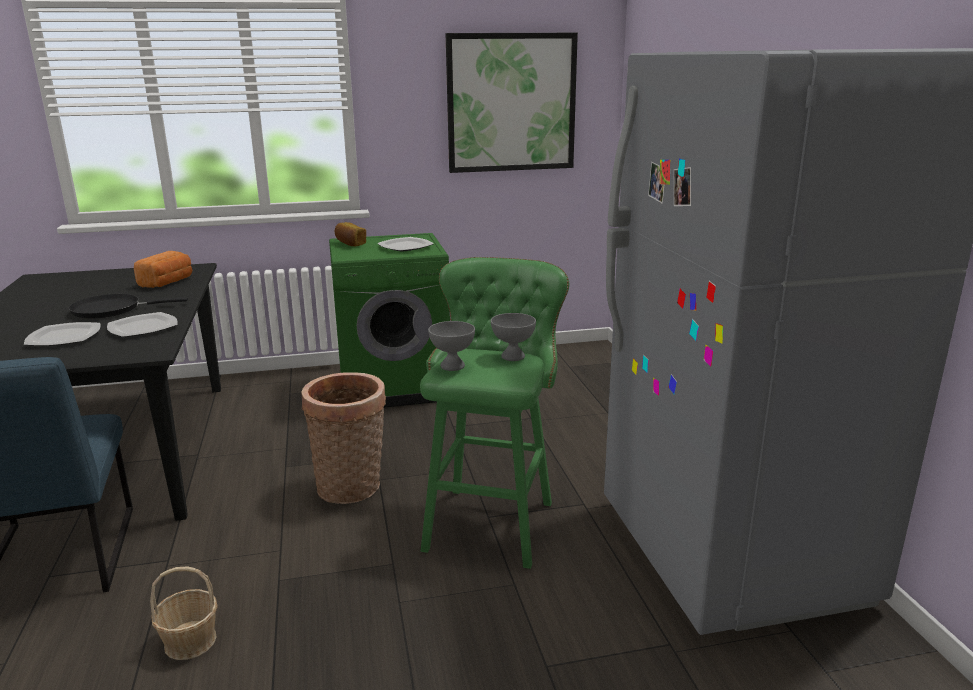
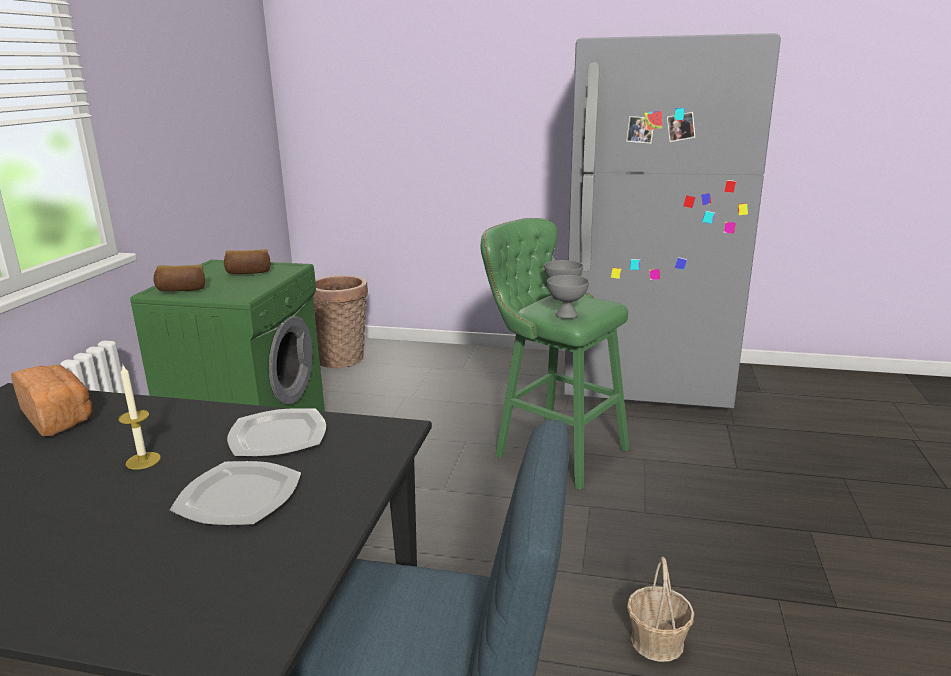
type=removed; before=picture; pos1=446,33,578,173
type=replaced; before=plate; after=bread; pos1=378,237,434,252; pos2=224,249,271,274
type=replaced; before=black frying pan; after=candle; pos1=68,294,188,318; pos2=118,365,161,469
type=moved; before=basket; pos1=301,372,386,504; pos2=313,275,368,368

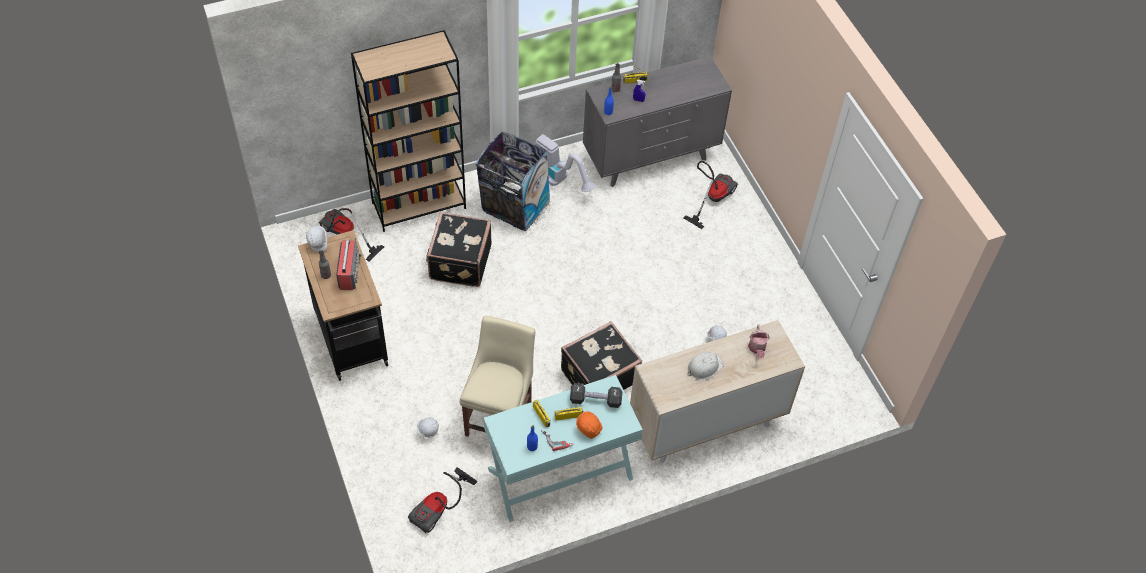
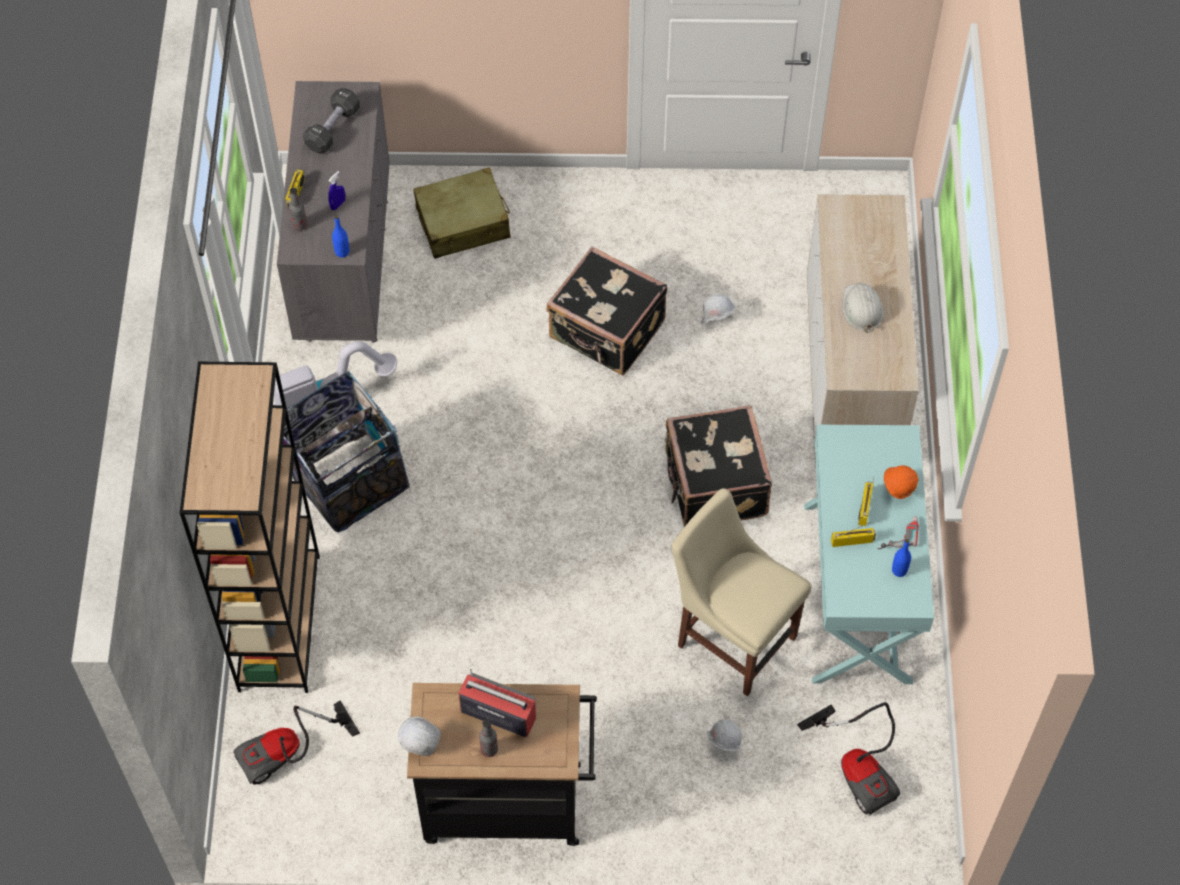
type=replaced; before=vacuum cleaner; after=beige suitcase; pos1=683,161,738,229; pos2=413,167,510,259
type=moved; before=black suitcase; pos1=426,212,492,287; pos2=546,246,668,376
type=removed; before=watering can; pos1=748,324,770,359
type=moved; before=black dumbbell; pos1=570,383,622,408; pos2=303,88,360,153

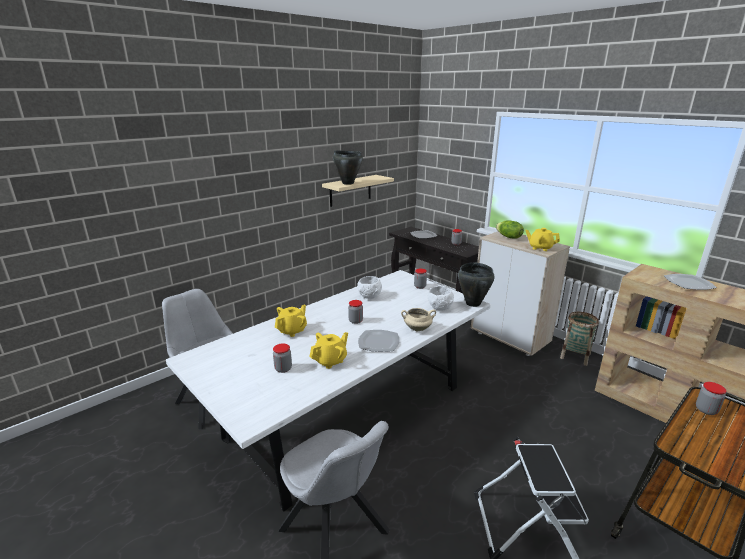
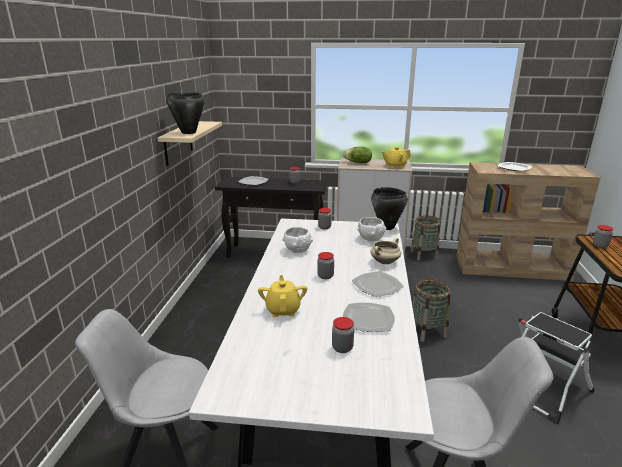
type=replaced; before=yellow teapot; after=plate; pos1=309,332,348,369; pos2=343,303,395,332
type=added; after=basket; pos2=412,279,450,342

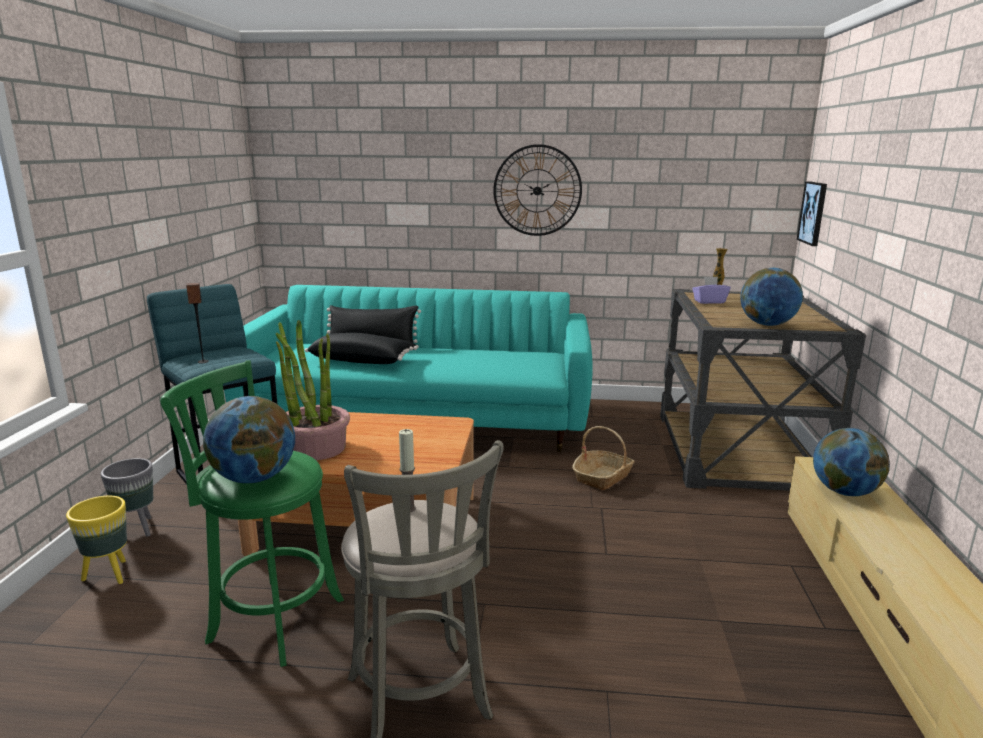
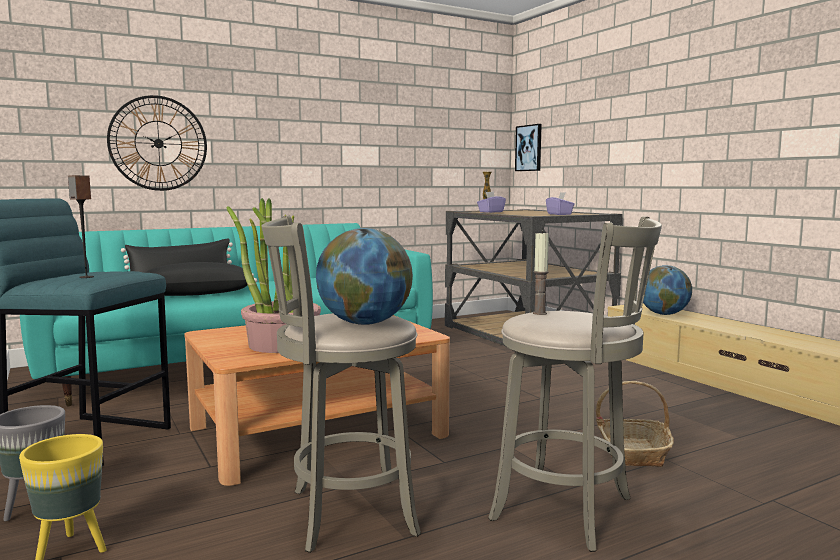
type=moved; before=wall clock; pos1=493,144,582,236; pos2=107,95,207,191
type=replaced; before=globe; after=purple tissue box; pos1=740,268,803,326; pos2=546,192,575,215
type=recoloured; before=green stool; after=grey stool; pos1=160,360,344,667; pos2=261,216,421,553
type=moved; before=basket; pos1=572,426,635,491; pos2=596,381,674,467

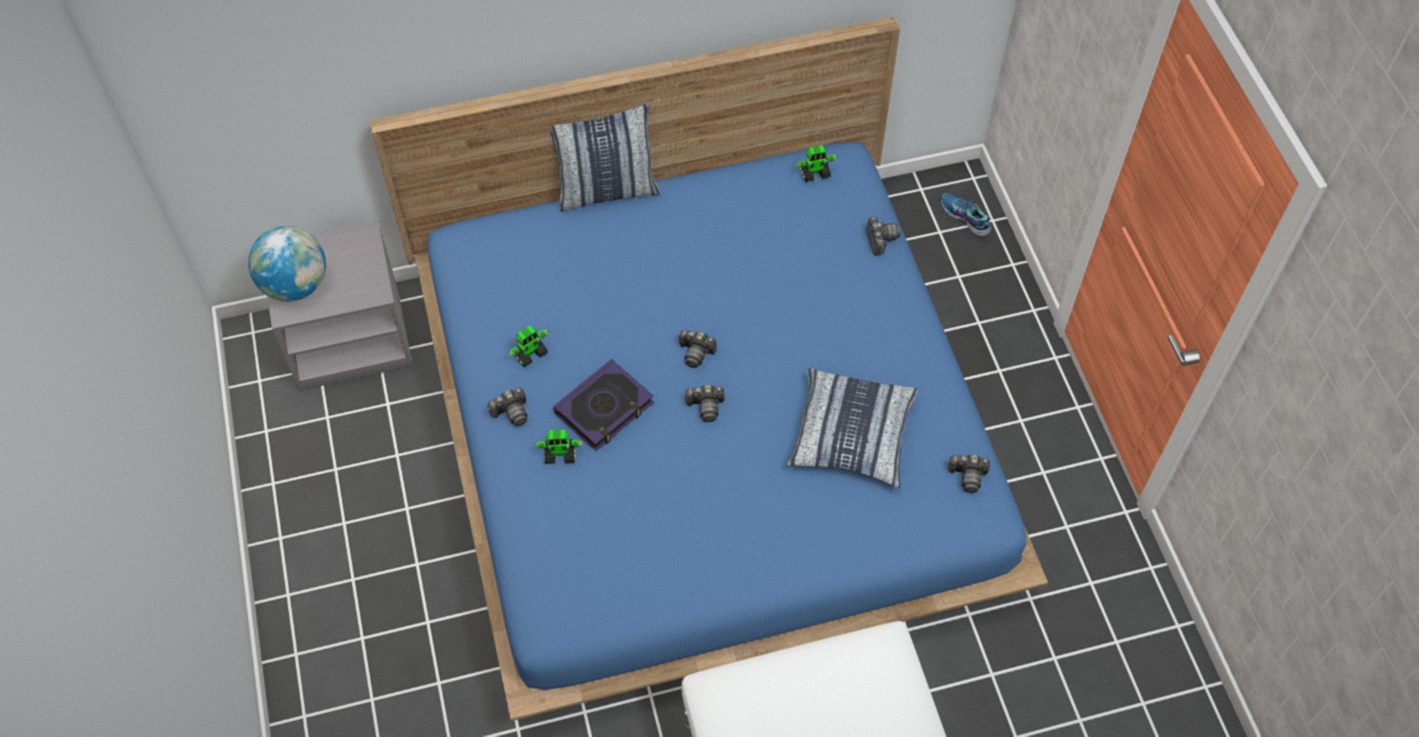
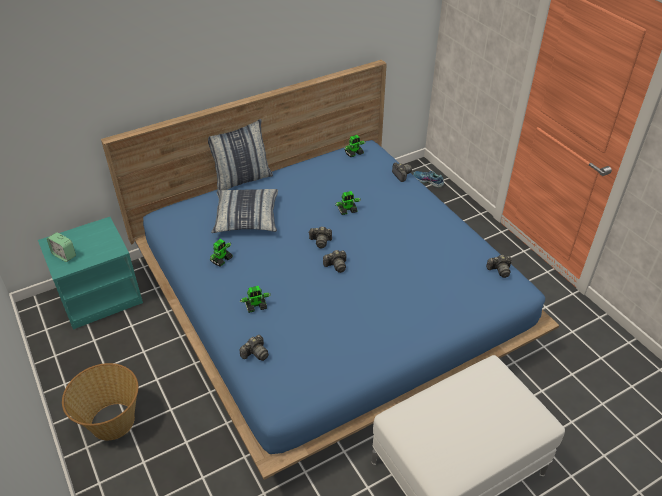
type=recoloured; before=grey nightstand; after=turquoise nightstand; pos1=267,221,413,391; pos2=38,217,143,330
type=replaced; before=globe; after=alarm clock; pos1=248,226,326,301; pos2=47,232,76,262
type=removed; before=book; pos1=554,359,654,451
type=moved; before=pillow; pos1=786,368,918,488; pos2=211,189,278,233
type=moved; before=photo camera; pos1=488,388,527,426; pos2=240,335,269,361
type=added; after=toy robot; pos2=336,191,361,215
type=added; after=basket; pos2=62,363,138,440

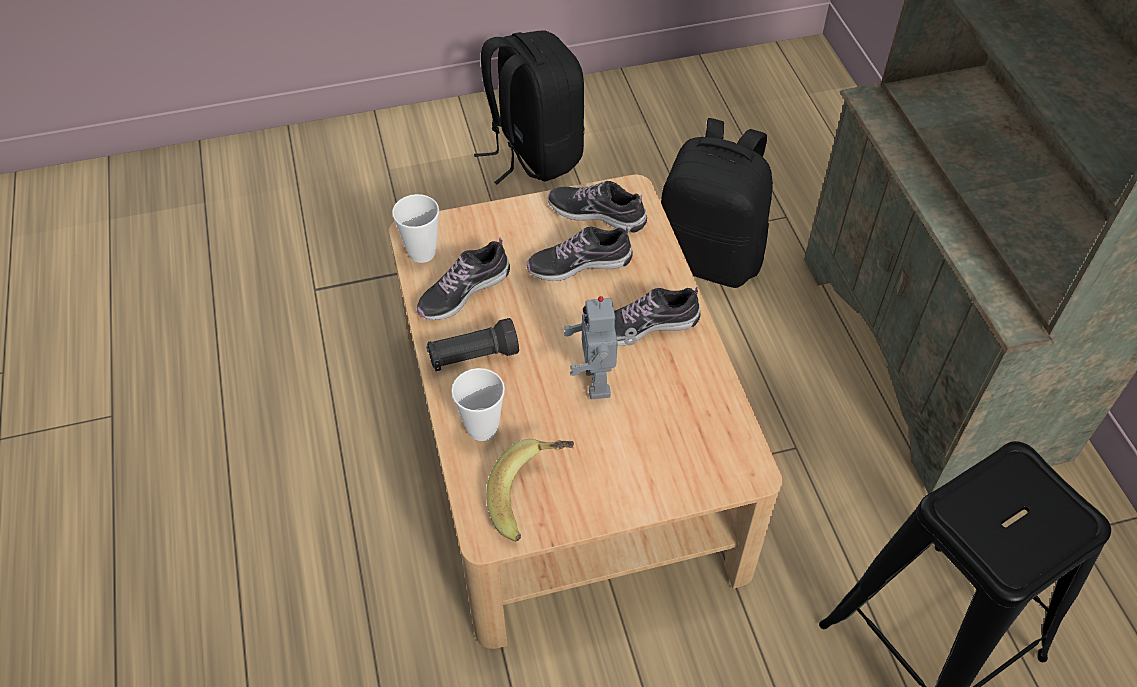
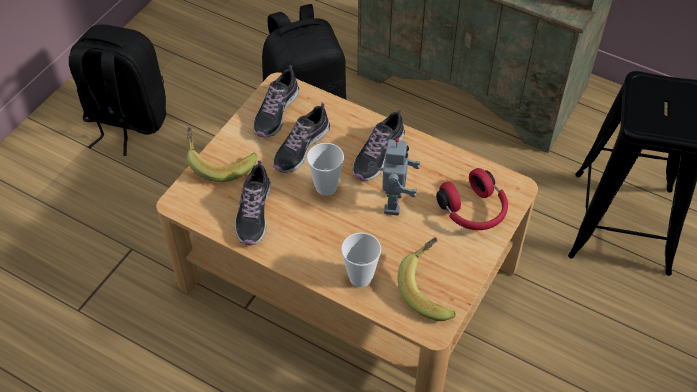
type=turned; before=shoe; pos1=548,181,647,233; pos2=253,65,299,138; turn=-45
type=moved; before=cup; pos1=392,194,439,263; pos2=307,143,344,196
type=turned; before=toy robot; pos1=564,296,637,399; pos2=368,138,420,216; turn=-120
type=removed; before=black flashlight; pos1=426,318,519,371
type=added; after=banana; pos2=187,127,257,182
type=added; after=red headphones; pos2=436,168,508,230

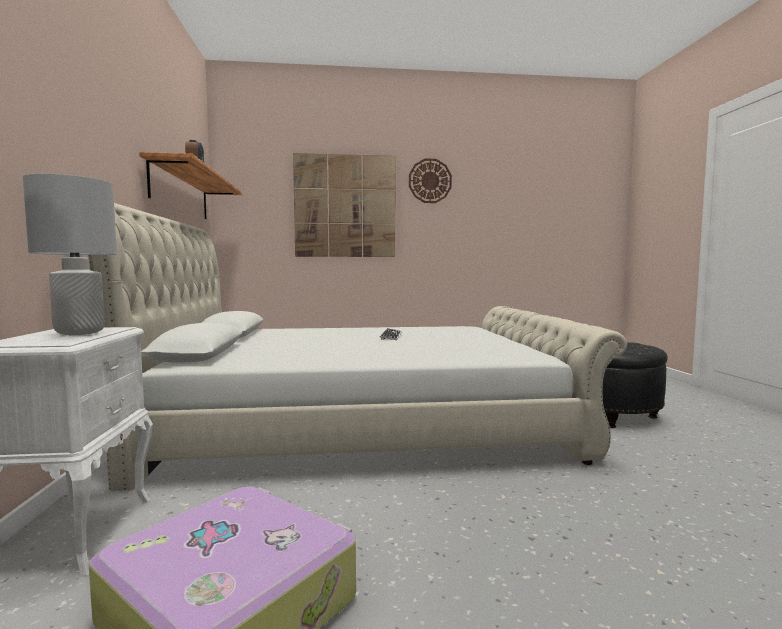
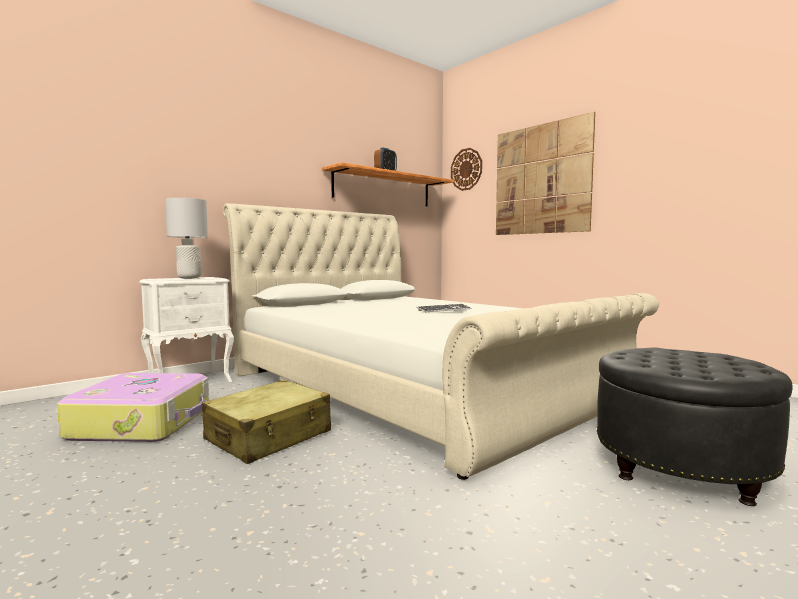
type=moved; before=wall clock; pos1=409,158,452,203; pos2=451,148,482,191
type=added; after=beige suitcase; pos2=202,380,331,464

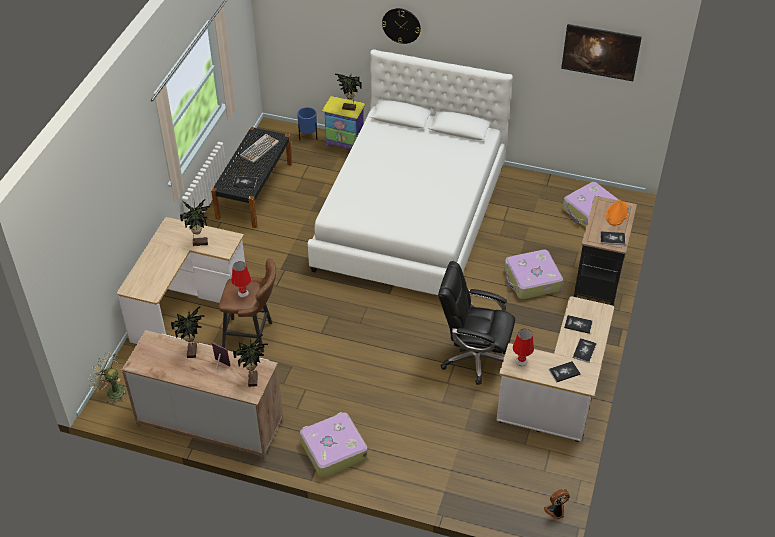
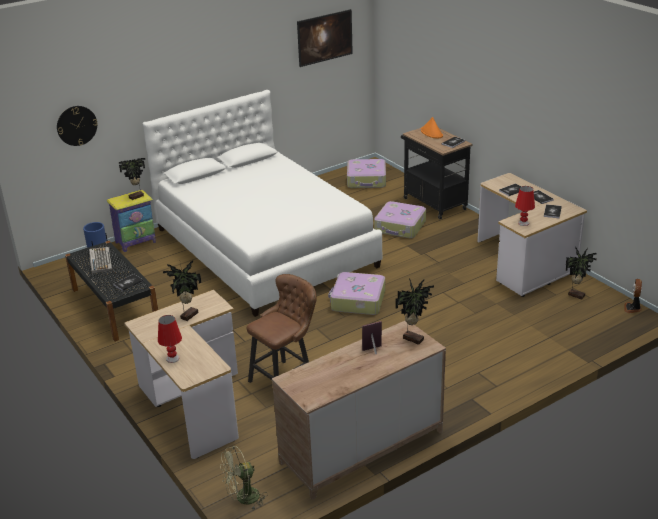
type=moved; before=wall clock; pos1=382,8,421,44; pos2=57,106,98,146
type=moved; before=red table lamp; pos1=231,261,251,298; pos2=158,315,182,363
type=removed; before=black office chair; pos1=438,261,515,385
type=moved; before=potted plant; pos1=171,306,205,358; pos2=566,247,597,300
type=moved; before=suitcase; pos1=300,412,368,478; pos2=328,272,385,315

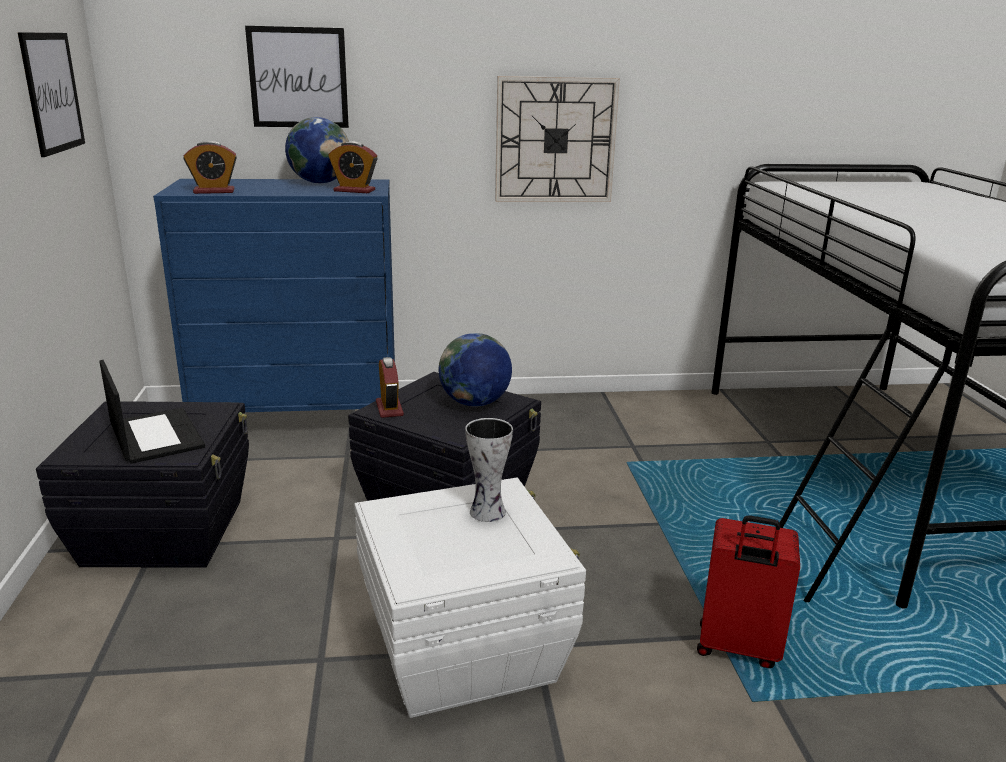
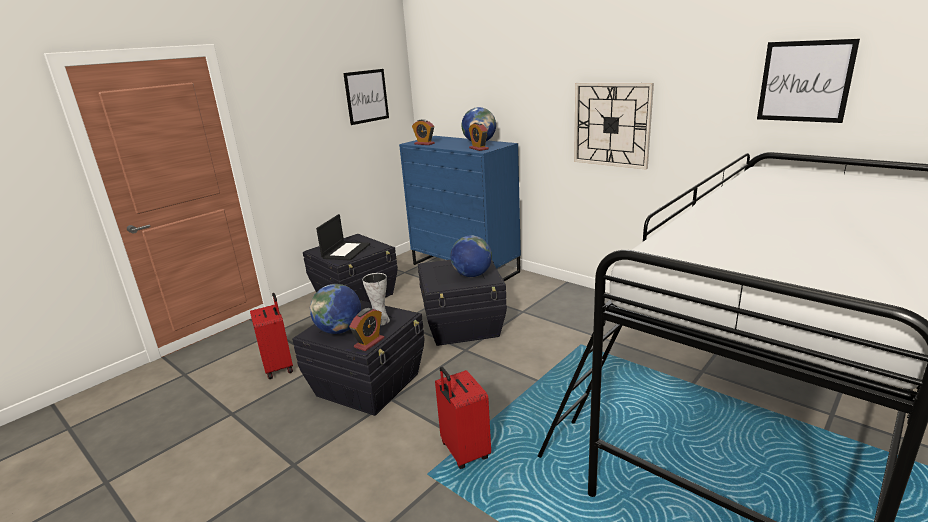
type=moved; before=picture; pos1=245,26,349,128; pos2=757,39,860,123
type=moved; before=alarm clock; pos1=376,357,404,418; pos2=349,308,384,351
type=recoloured; before=white storage box; after=black storage box; pos1=354,478,586,718; pos2=292,300,425,416
type=added; after=globe; pos2=310,284,361,334
type=added; after=red suitcase; pos2=250,293,293,379

